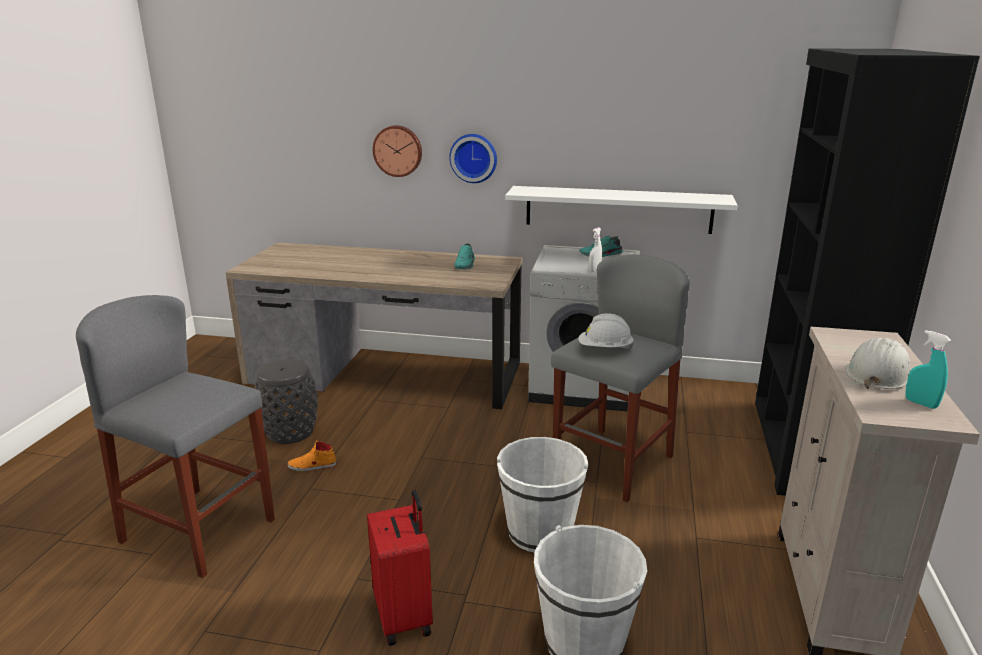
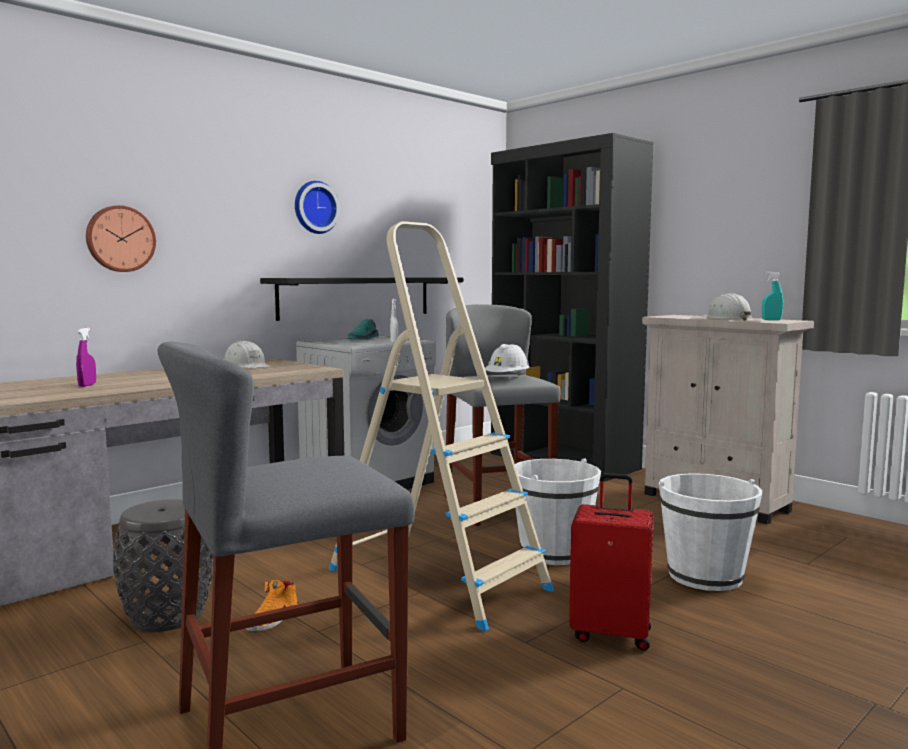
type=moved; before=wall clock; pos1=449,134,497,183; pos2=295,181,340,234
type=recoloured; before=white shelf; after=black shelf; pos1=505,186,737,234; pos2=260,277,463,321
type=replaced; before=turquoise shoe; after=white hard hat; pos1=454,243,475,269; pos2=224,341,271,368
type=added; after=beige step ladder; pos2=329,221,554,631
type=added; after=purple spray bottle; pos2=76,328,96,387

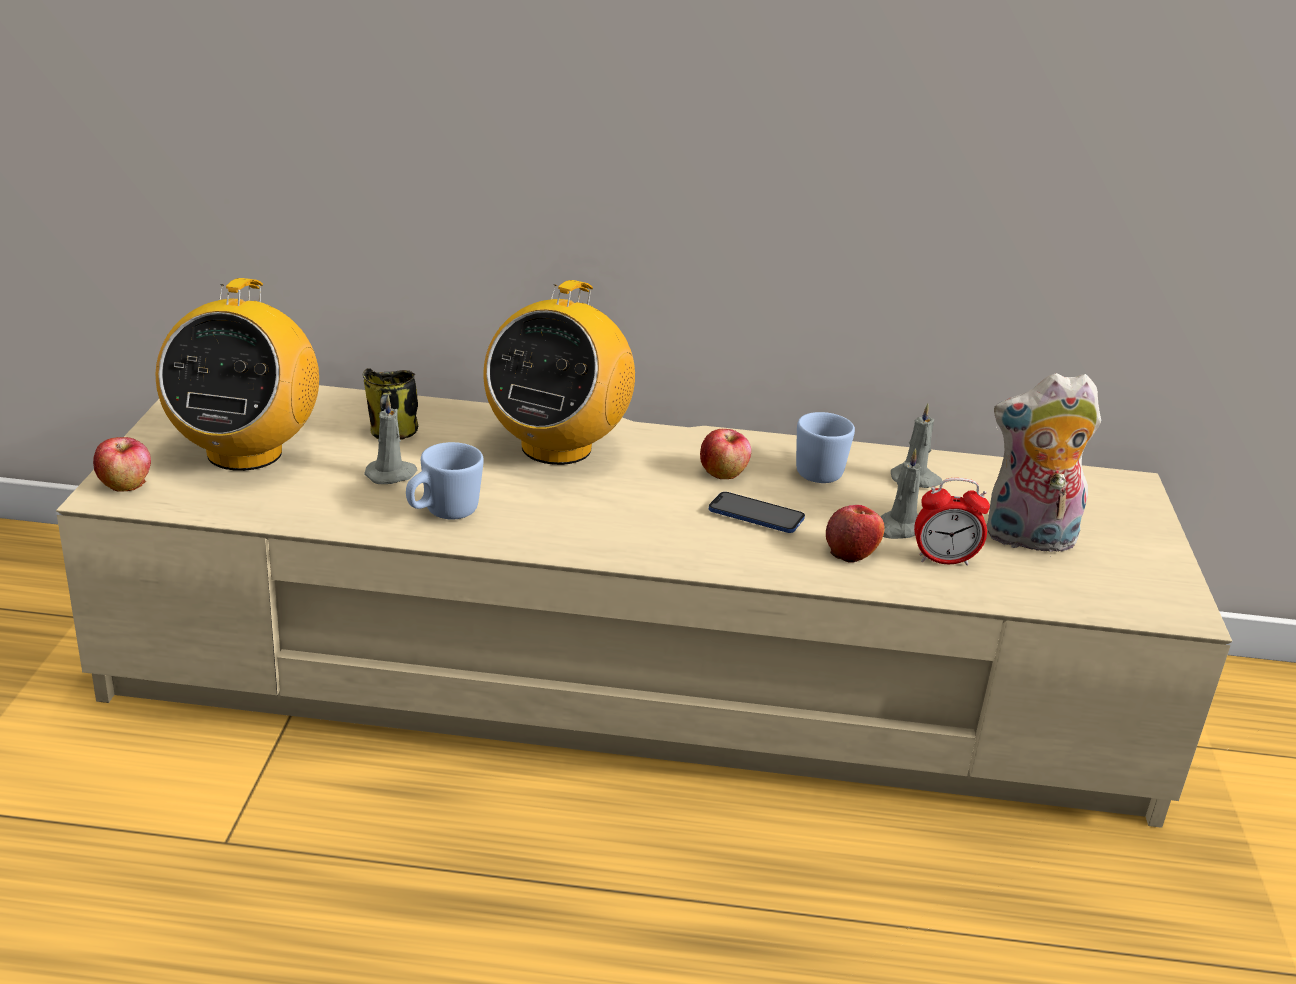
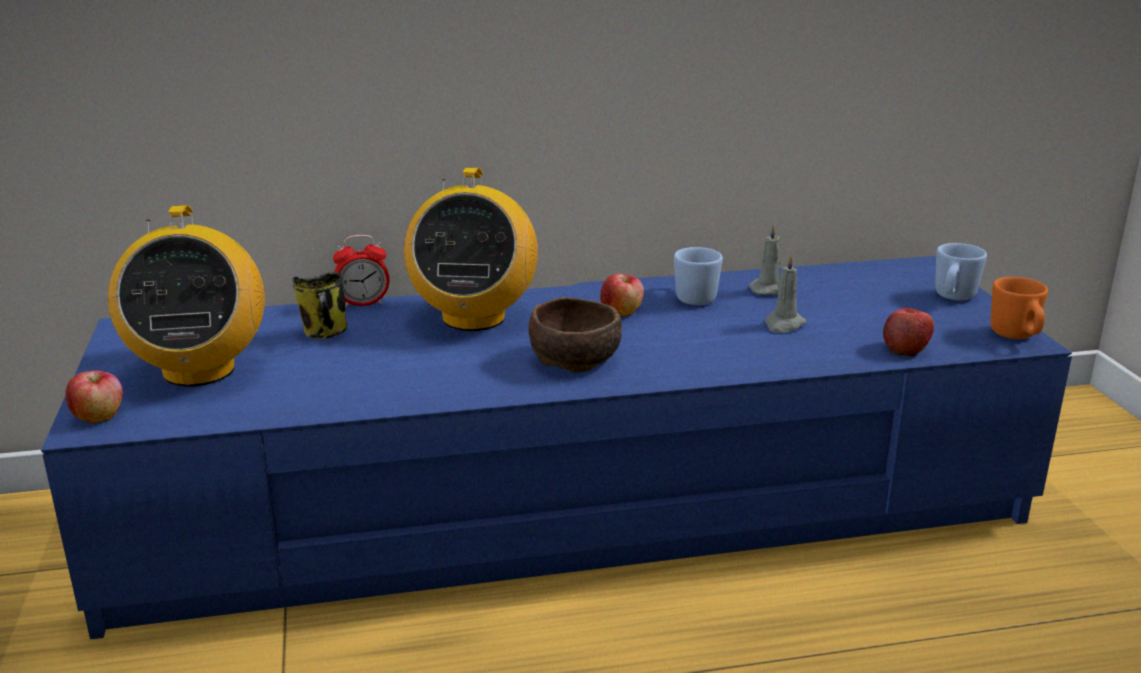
type=removed; before=plush toy; pos1=987,373,1101,552
type=recoloured; before=beige tv stand; after=blue tv stand; pos1=56,385,1232,828; pos2=41,256,1072,639
type=removed; before=grey candle; pos1=364,395,418,484
type=moved; before=blue mug; pos1=406,442,484,520; pos2=935,243,987,300
type=moved; before=alarm clock; pos1=914,478,990,566; pos2=333,235,390,308
type=removed; before=phone; pos1=709,492,805,533
type=moved; before=apple; pos1=826,505,885,562; pos2=883,308,934,356
type=added; after=orange mug; pos2=991,277,1048,339
type=added; after=brown bowl; pos2=529,297,622,373

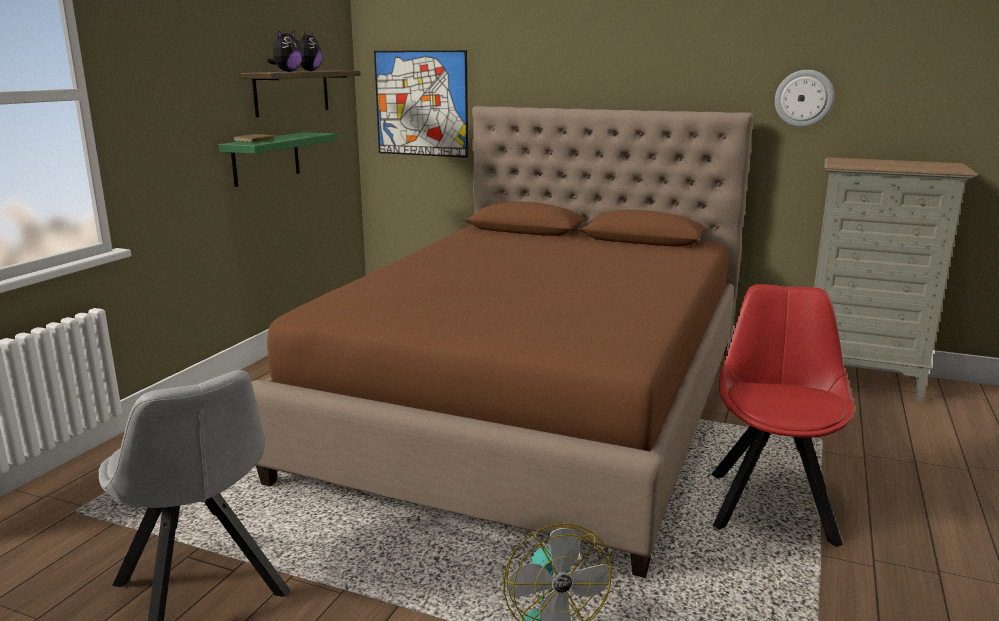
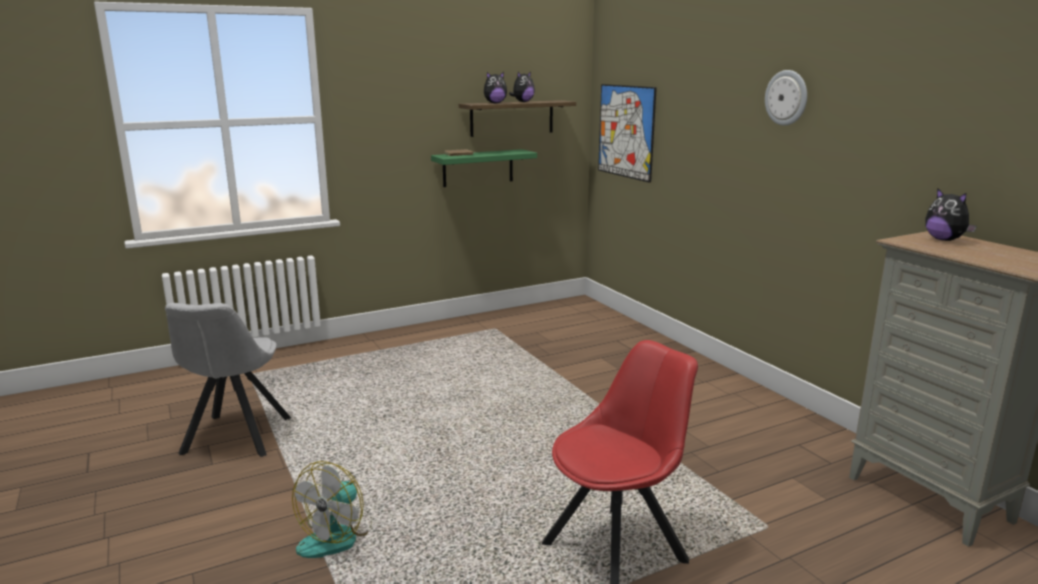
type=moved; before=wall clock; pos1=775,70,834,127; pos2=765,70,807,126
type=removed; before=brown bed; pos1=251,106,754,578
type=added; after=plush toy; pos2=925,188,977,241

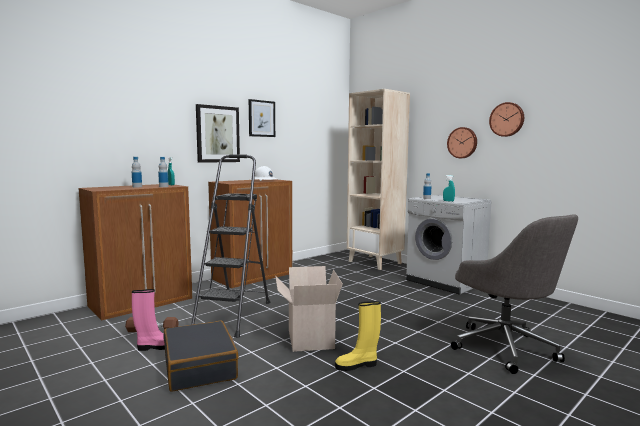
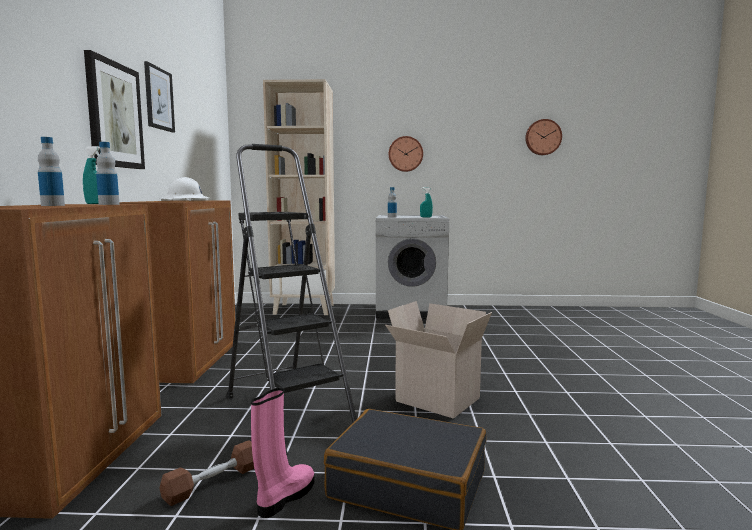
type=moved; before=wall clock; pos1=489,102,524,137; pos2=525,119,562,155
type=removed; before=grey office chair; pos1=451,214,578,374
type=removed; before=yellow boot; pos1=335,301,381,371

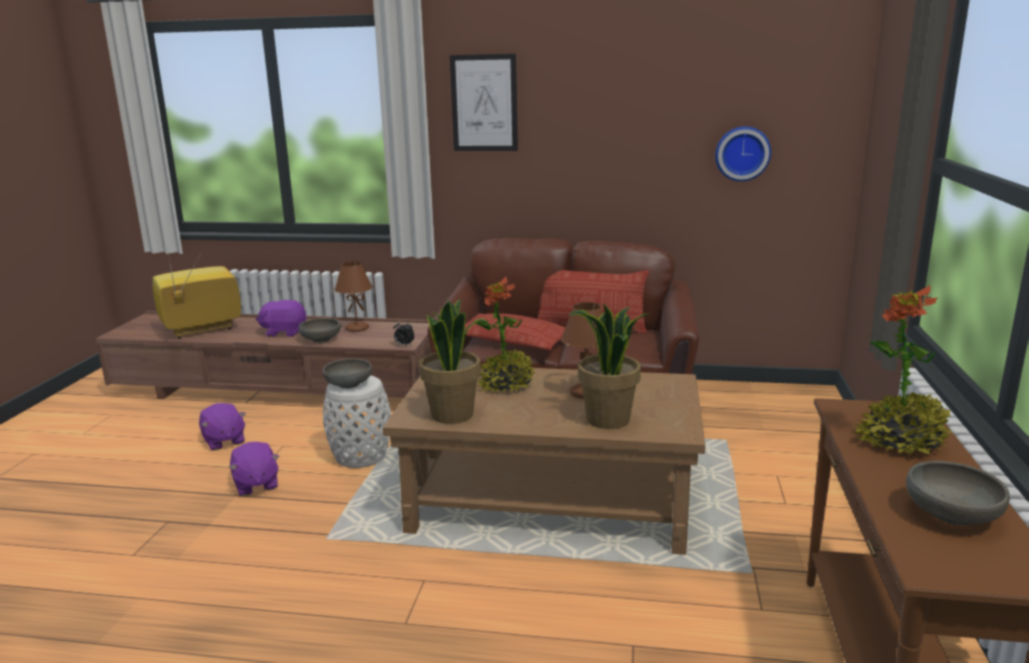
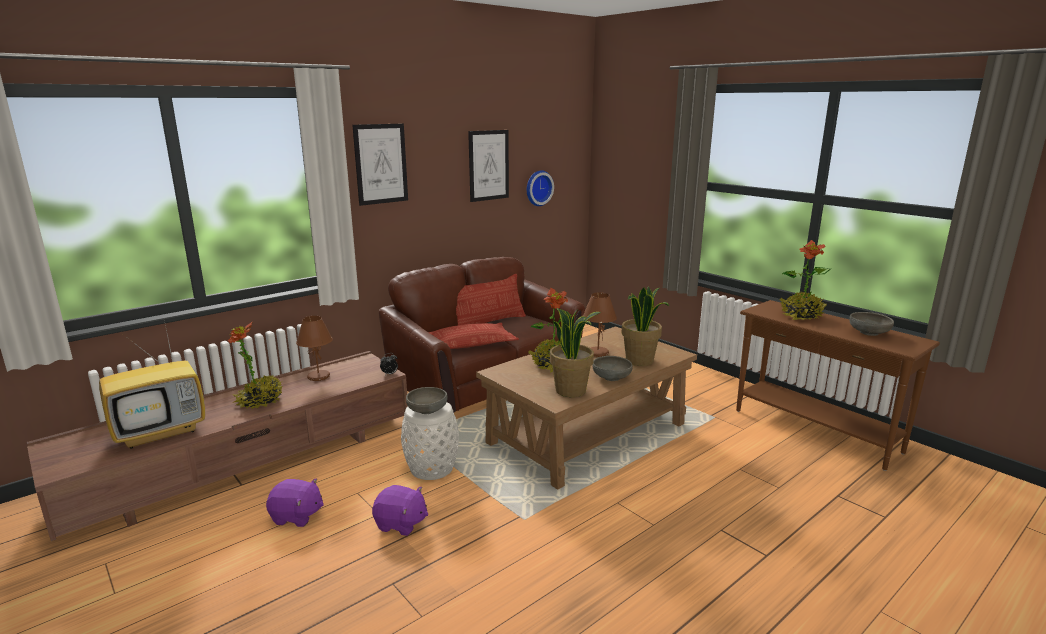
type=turned; before=television; pos1=152,247,241,339; pos2=99,320,205,449; turn=-135
type=replaced; before=purple plush toy; after=potted plant; pos1=256,300,307,337; pos2=228,321,282,409
type=moved; before=grey bowl; pos1=299,318,340,343; pos2=592,356,633,381
type=added; after=picture; pos2=468,130,509,202

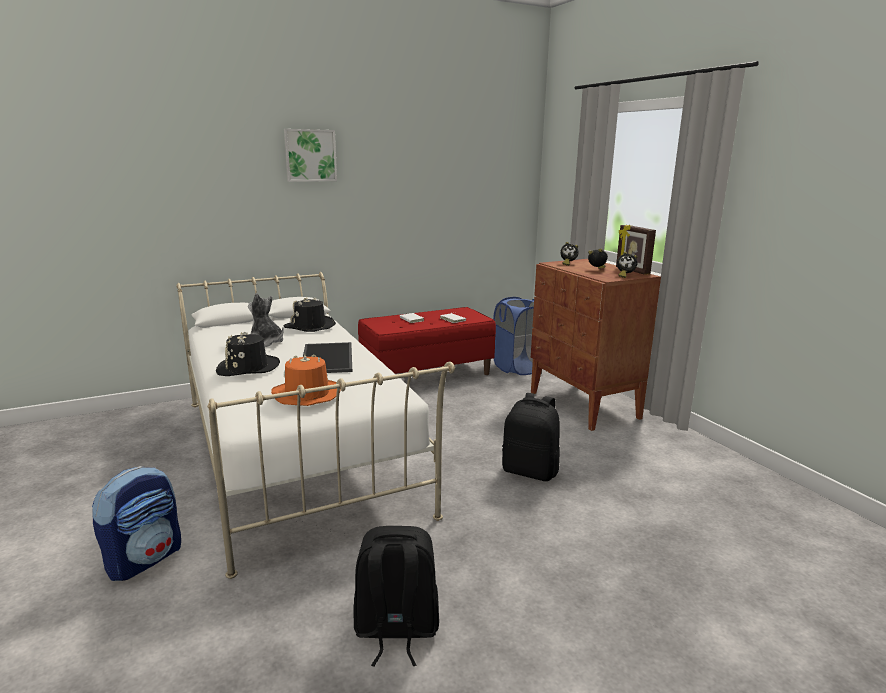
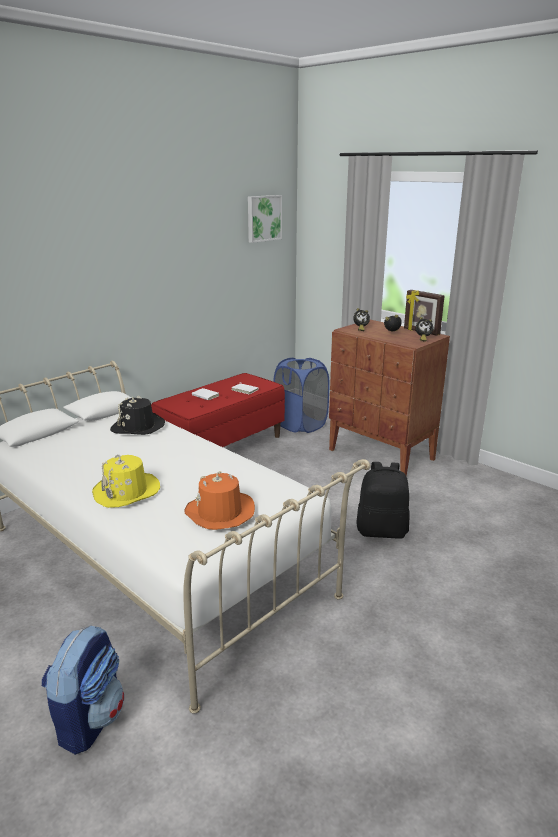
type=moved; before=picture; pos1=284,129,337,182; pos2=248,195,282,243
type=removed; before=plush toy; pos1=248,293,284,347
type=recoloured; before=black hat; after=yellow hat; pos1=216,332,280,376; pos2=92,454,160,508
type=removed; before=tray; pos1=303,342,352,373
type=removed; before=black backpack; pos1=354,526,439,666

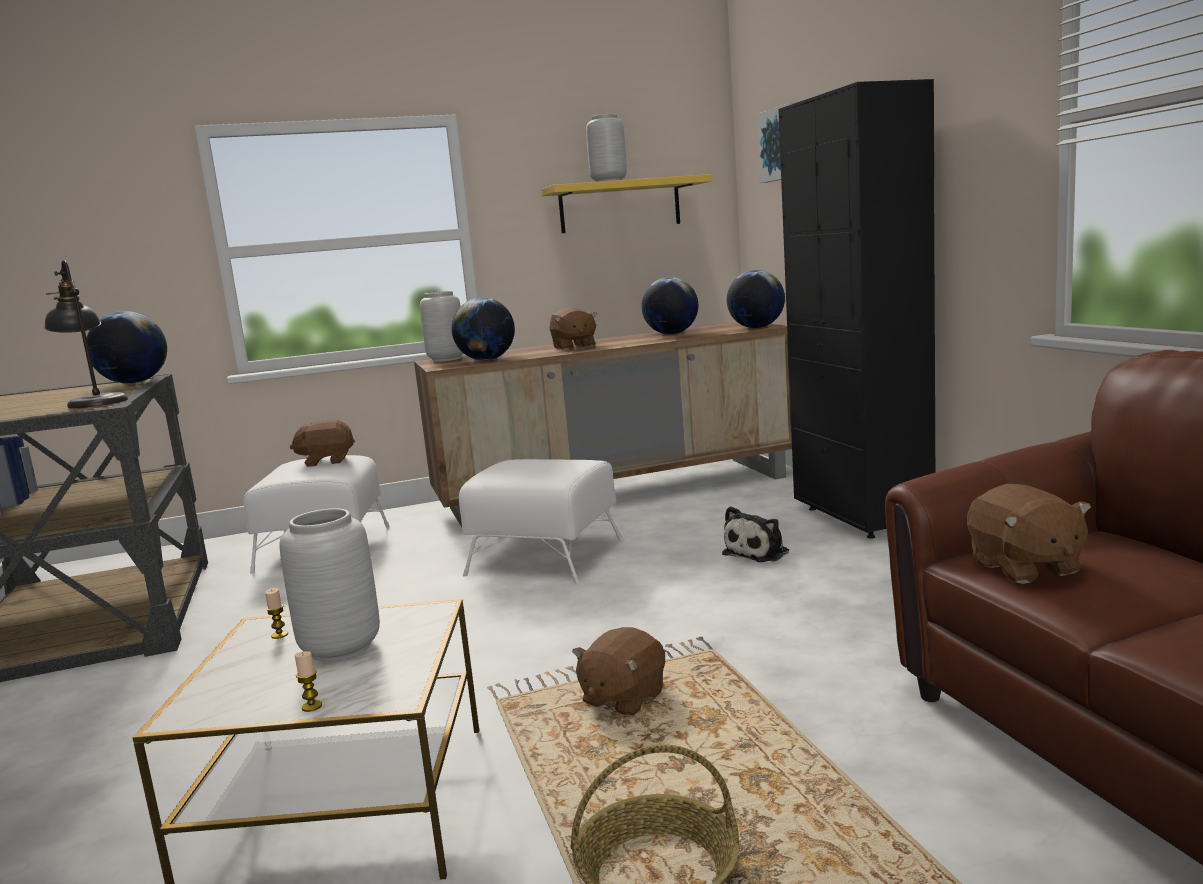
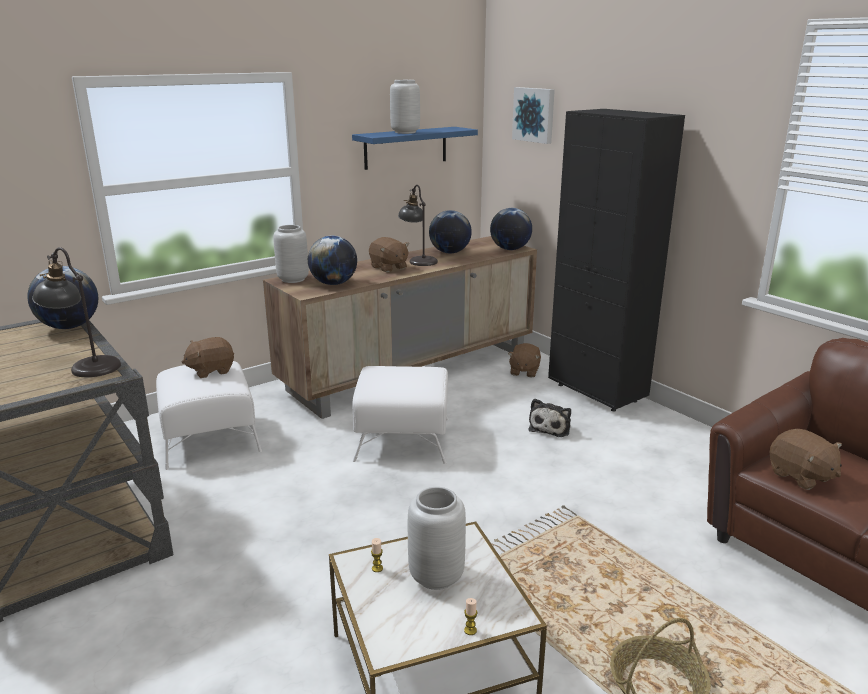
type=recoloured; before=yellow shelf; after=blue shelf; pos1=541,174,712,233; pos2=352,127,478,170
type=moved; before=brown plush toy; pos1=572,627,665,716; pos2=508,343,541,378
type=added; after=grey table lamp; pos2=398,185,438,266

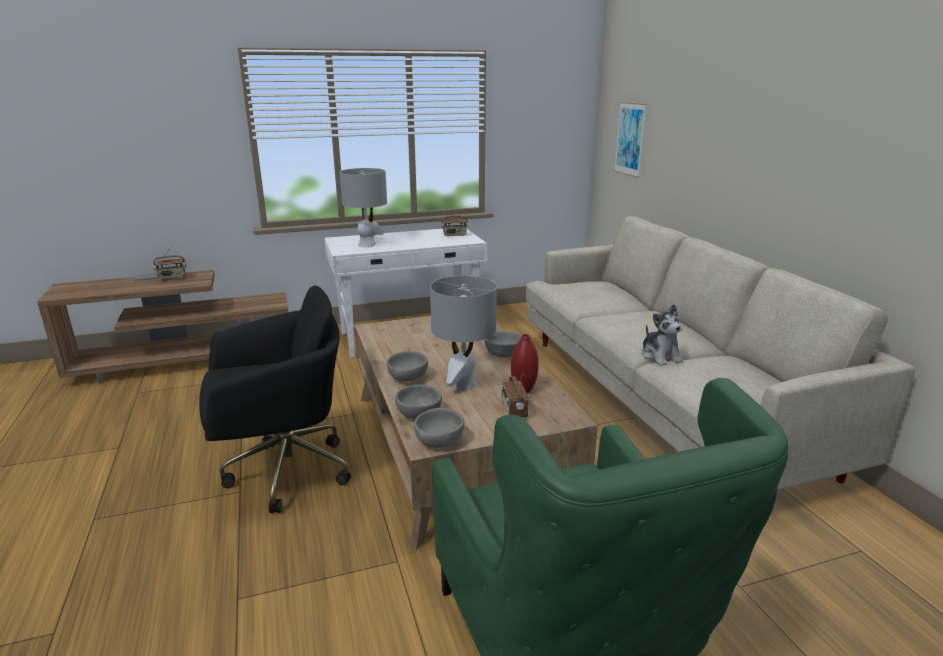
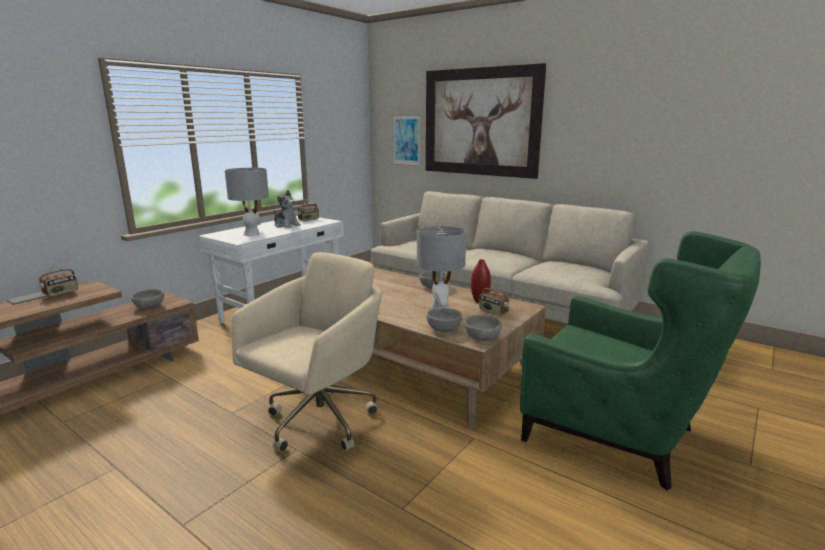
type=recoloured; before=black office chair; after=beige office chair; pos1=199,285,351,513; pos2=232,252,382,452
type=moved; before=plush toy; pos1=641,304,683,366; pos2=274,190,301,228
type=moved; before=grey bowl; pos1=386,351,428,382; pos2=131,289,164,309
type=added; after=picture; pos2=426,63,546,179

